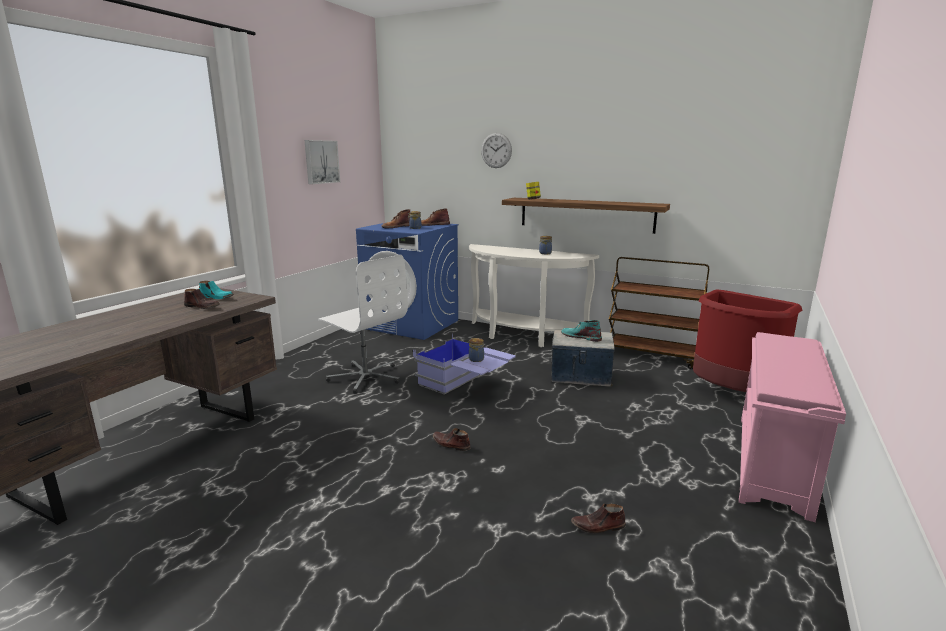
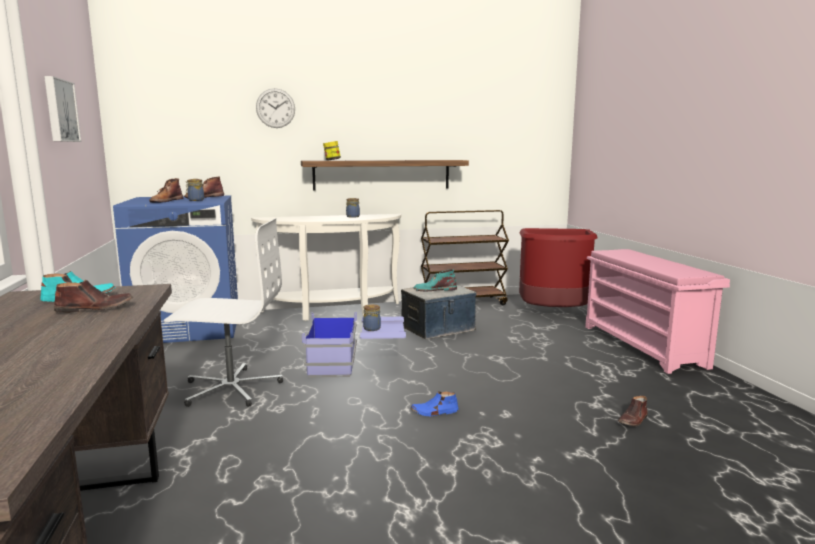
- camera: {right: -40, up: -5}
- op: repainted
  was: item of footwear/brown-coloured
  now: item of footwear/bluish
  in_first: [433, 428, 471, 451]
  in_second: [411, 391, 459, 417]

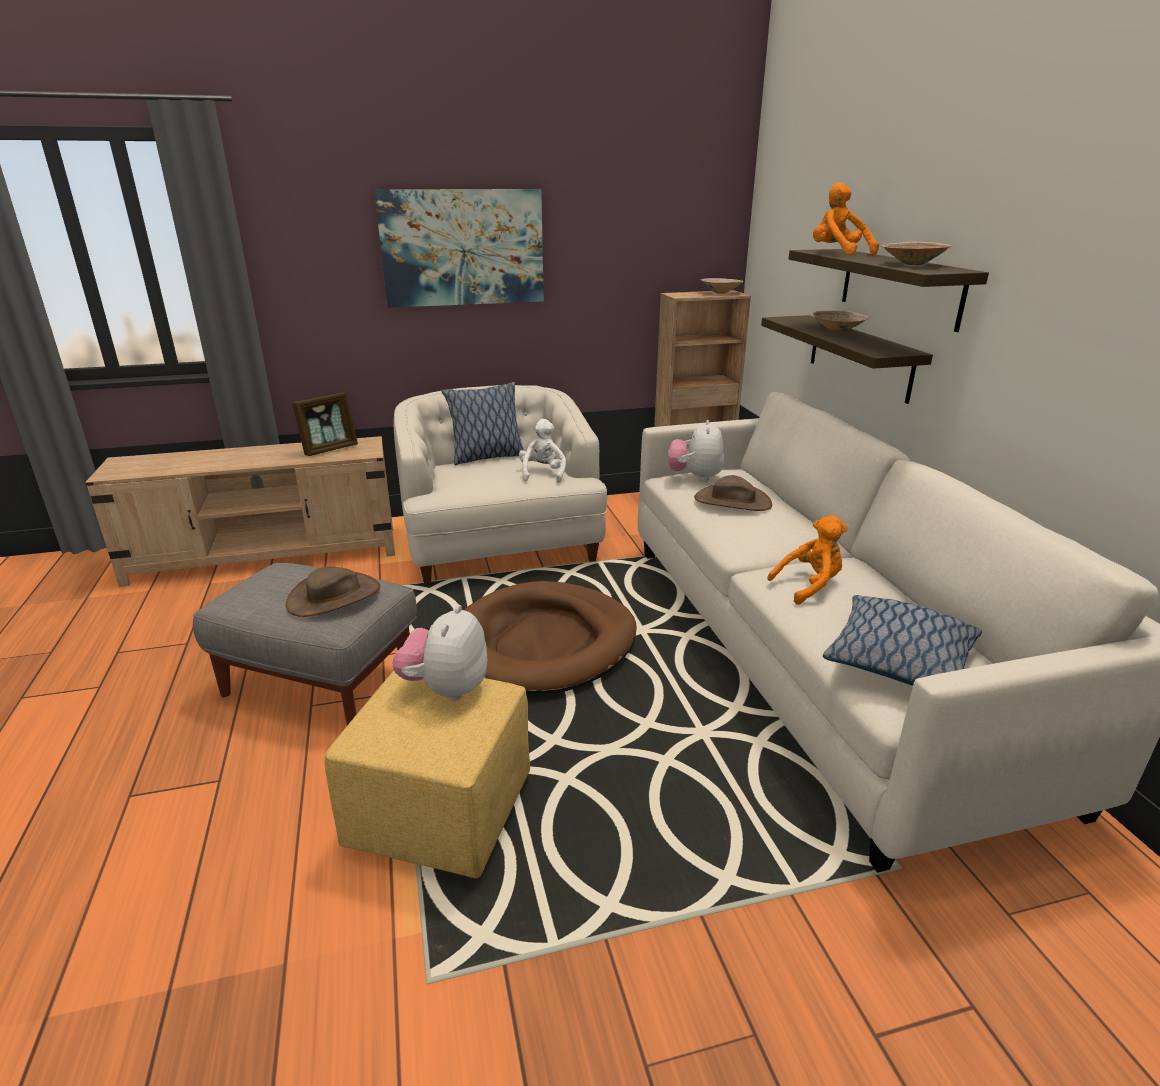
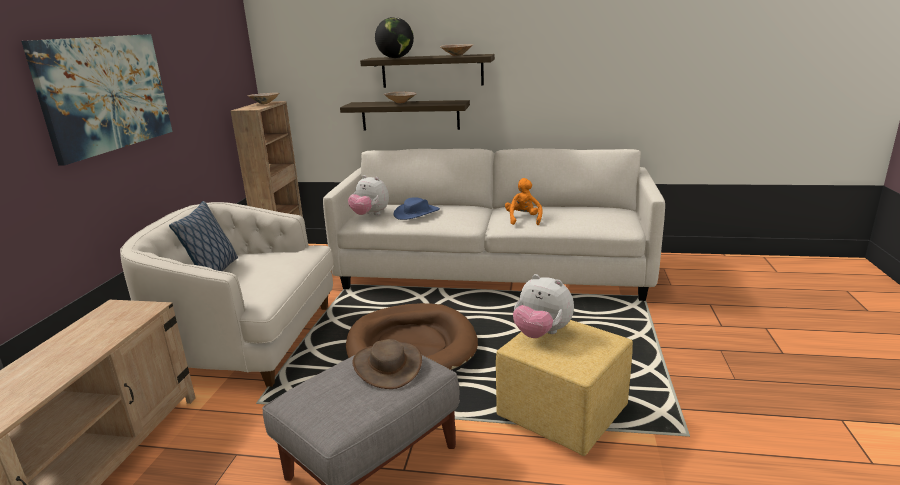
- camera: {right: -65, up: -5}
- op: gone
  was: picture frame
  in_first: [292, 392, 358, 456]
- op: gone
  was: cuddly toy/white-coloured
  in_first: [519, 419, 566, 483]
- op: gone
  was: pillow
  in_first: [823, 595, 982, 686]
- op: swapped
  was: cuddly toy/orange
  now: desk globe
  in_first: [813, 182, 879, 255]
  in_second: [375, 17, 414, 58]
- op: repainted
  was: hat/brown-coloured
  now: hat/bluish
  in_first: [694, 475, 772, 511]
  in_second: [394, 197, 440, 220]

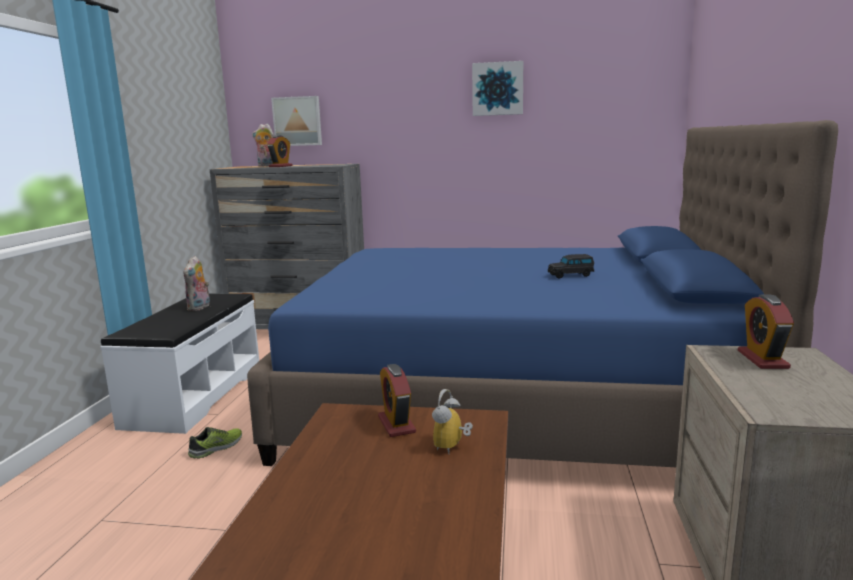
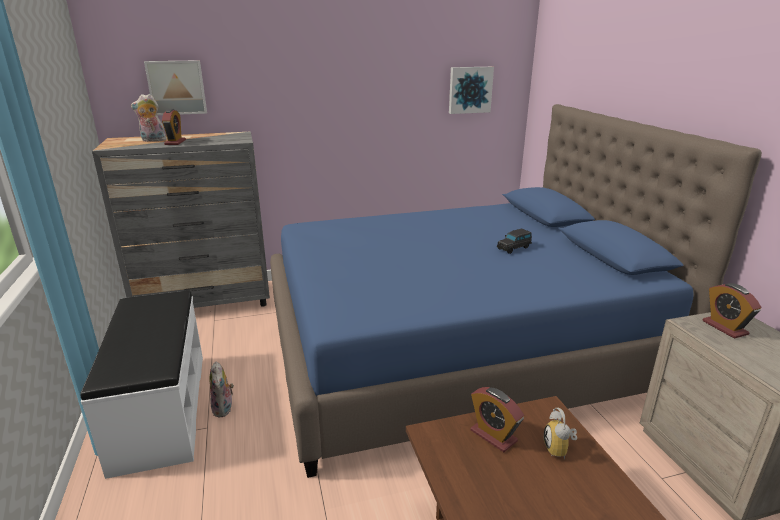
- camera: {right: -25, up: 10}
- op: gone
  was: item of footwear
  in_first: [188, 427, 242, 459]
- op: shifted
  was: cuddly toy
  in_first: [184, 256, 210, 311]
  in_second: [209, 361, 234, 417]
- op: shifted
  was: picture
  in_first: [472, 61, 523, 116]
  in_second: [449, 67, 494, 114]

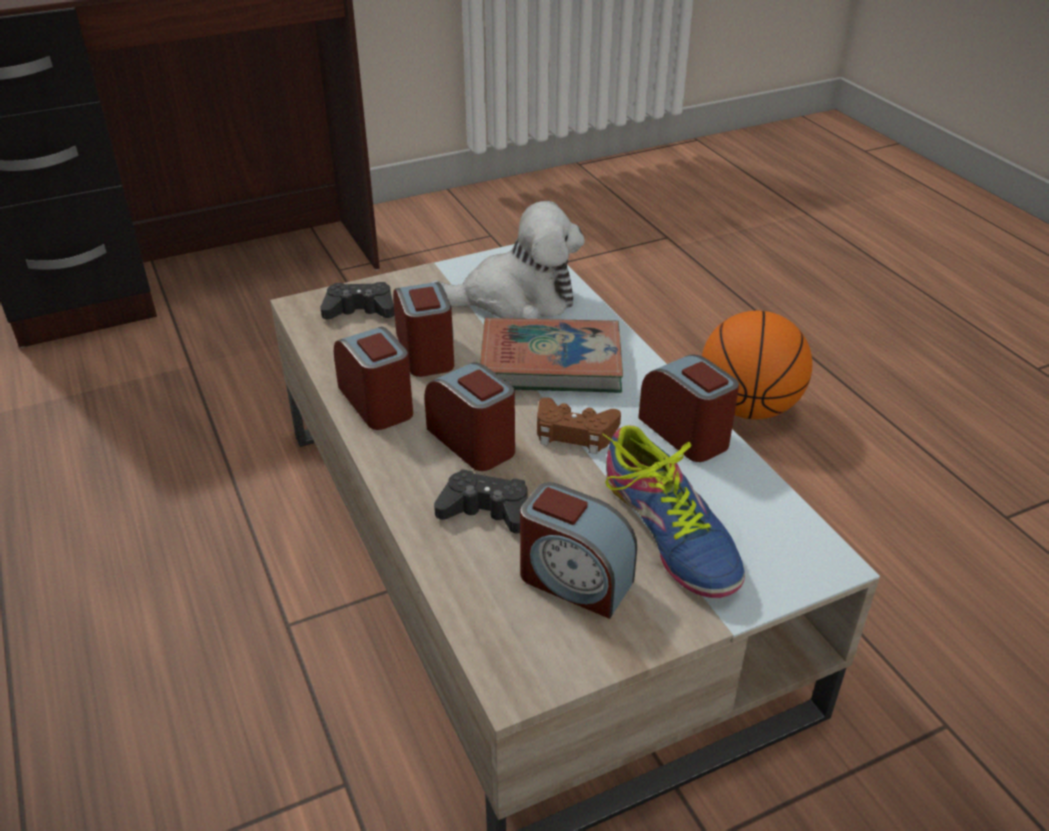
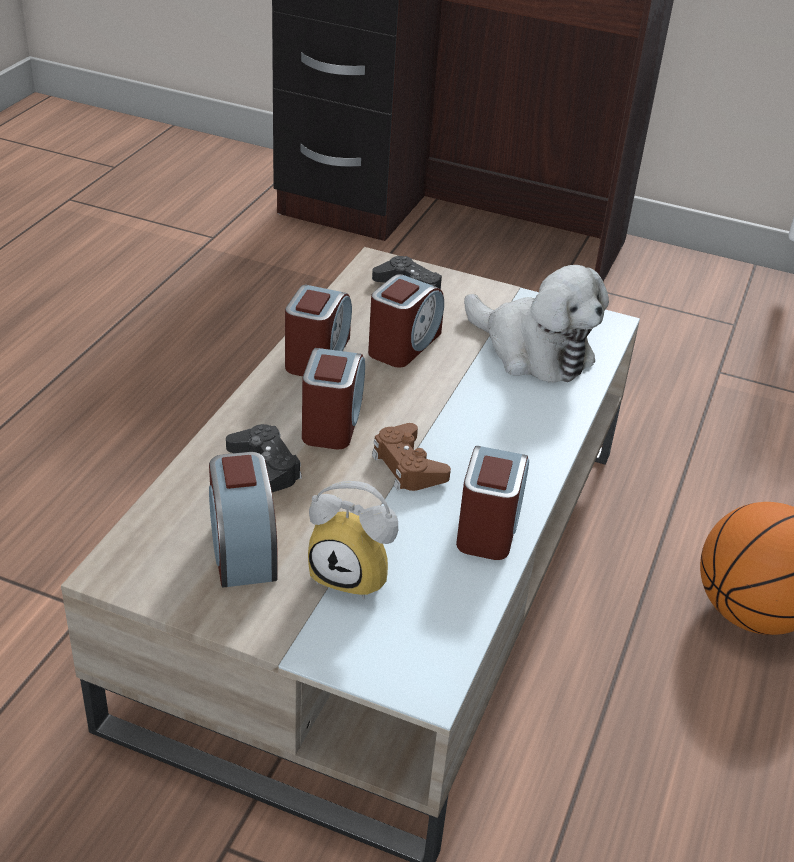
- camera: {right: 45, up: 0}
- op: gone
  was: book
  in_first: [480, 318, 623, 393]
- op: swapped
  was: item of footwear
  now: table clock
  in_first: [602, 425, 745, 598]
  in_second: [308, 481, 398, 600]

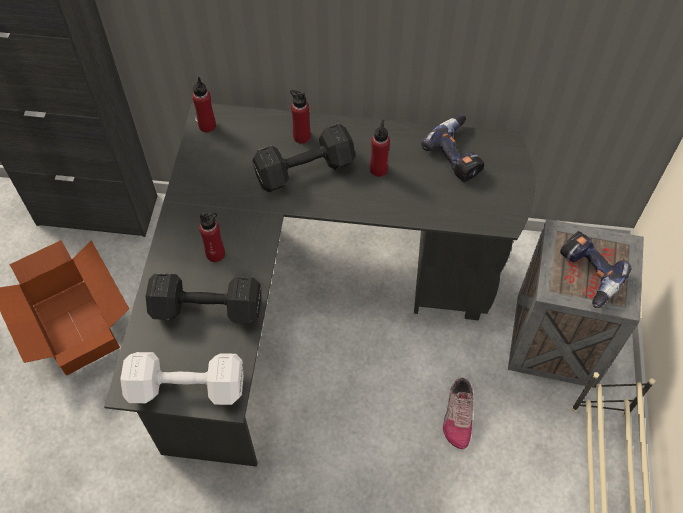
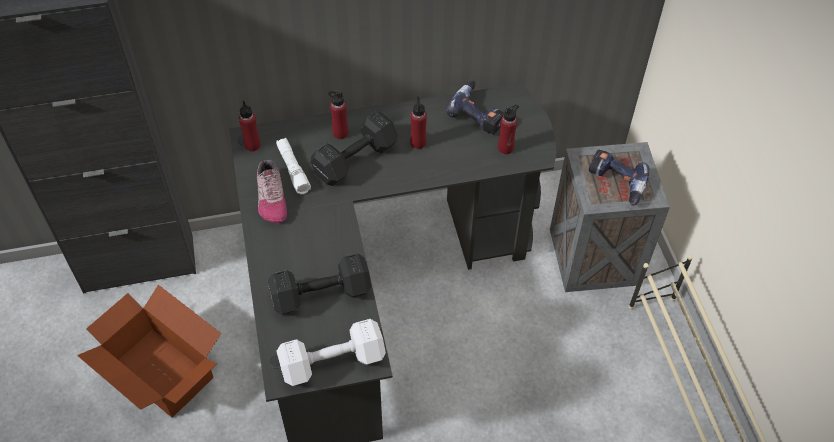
- camera: {right: -20, up: -5}
- op: new
  now: hand torch/white-coloured
  in_second: [276, 138, 311, 194]
- op: shifted
  was: bottle/red-coloured
  in_first: [199, 212, 225, 262]
  in_second: [498, 105, 519, 155]
- op: shifted
  was: item of footwear
  in_first: [443, 378, 474, 449]
  in_second: [257, 160, 287, 223]

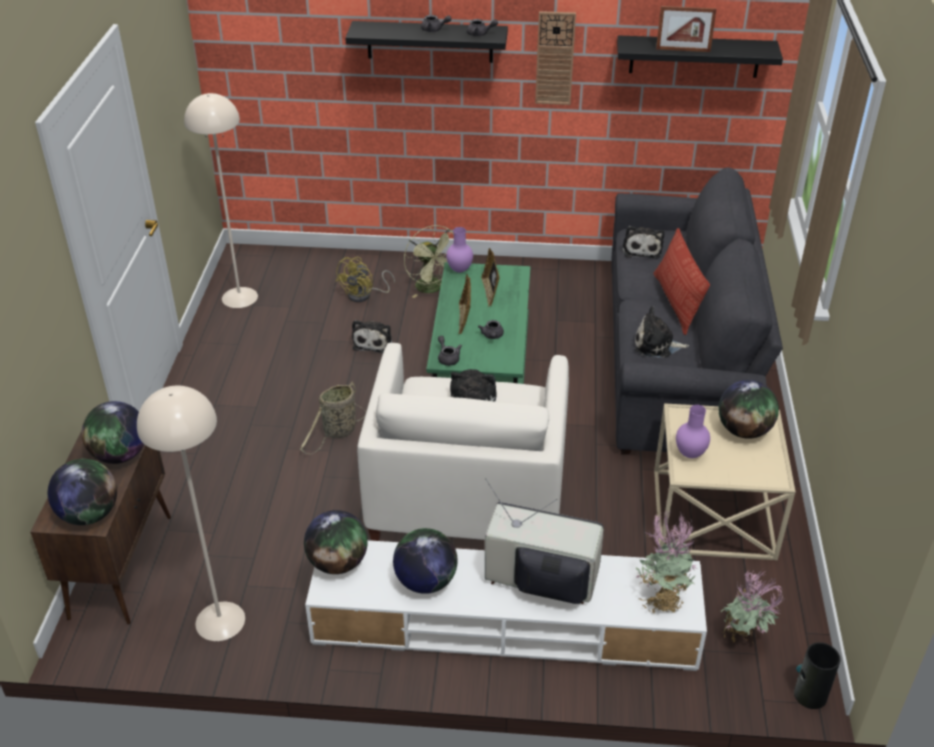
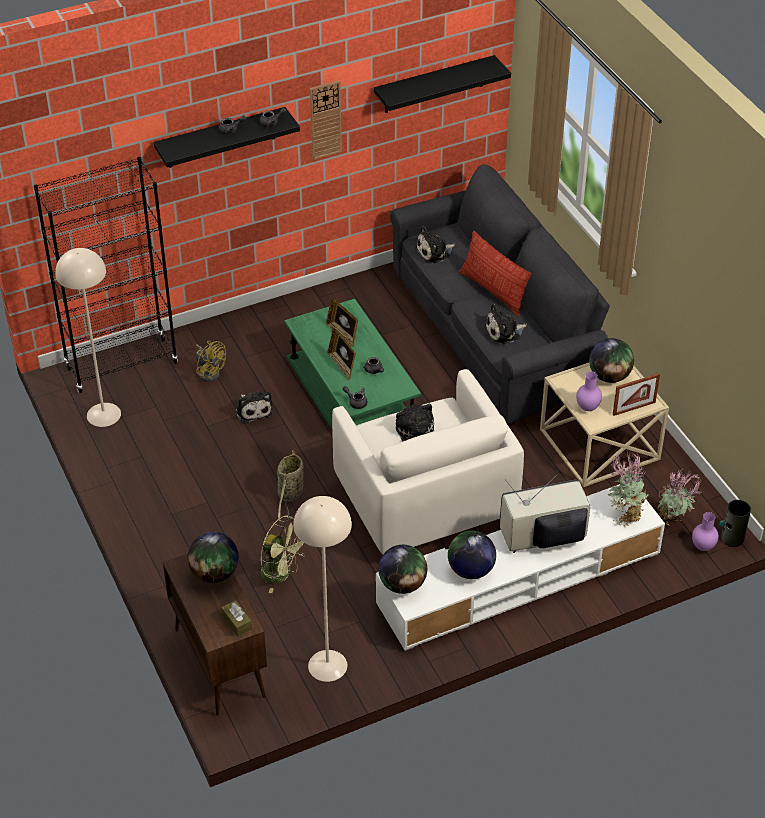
- camera: {right: -30, up: 5}
- op: new
  now: bookcase/blackish
  in_second: [34, 157, 178, 393]
- op: shifted
  was: electric fan/green-coloured
  in_first: [404, 225, 454, 298]
  in_second: [259, 515, 305, 593]
- op: shifted
  was: flower vase/purple-coloured
  in_first: [446, 227, 473, 272]
  in_second: [692, 512, 719, 551]
- op: shifted
  was: picture frame
  in_first: [656, 6, 717, 52]
  in_second: [613, 373, 660, 416]
- op: swapped
  was: desk globe
  now: box of tissues/brown-coloured
  in_first: [48, 459, 117, 525]
  in_second: [221, 600, 252, 636]
- op: rotated
  was: electric fan/yellowish
  in_first: [335, 257, 395, 302]
  in_second: [196, 341, 226, 382]
  clockwise: -45
- op: rotated
  was: cuddly toy
  in_first: [622, 226, 664, 259]
  in_second: [415, 226, 455, 264]
  clockwise: 90

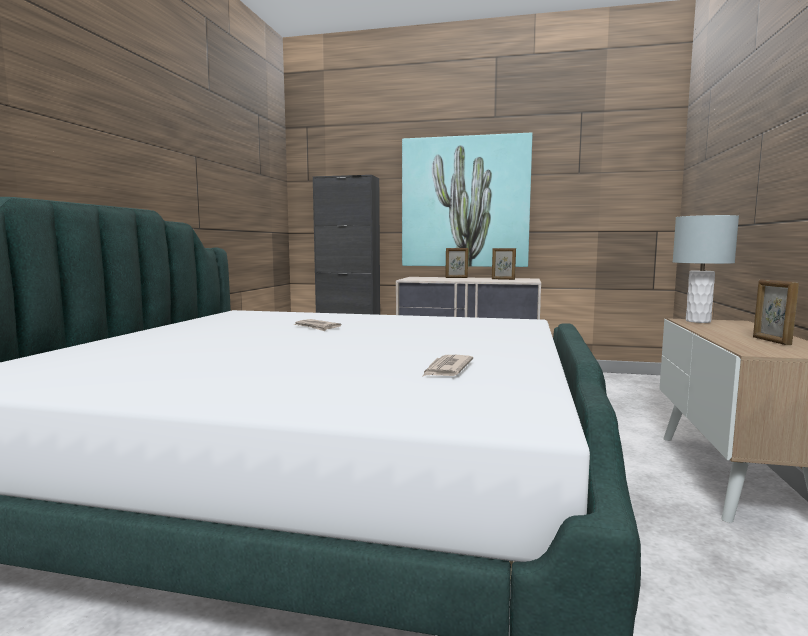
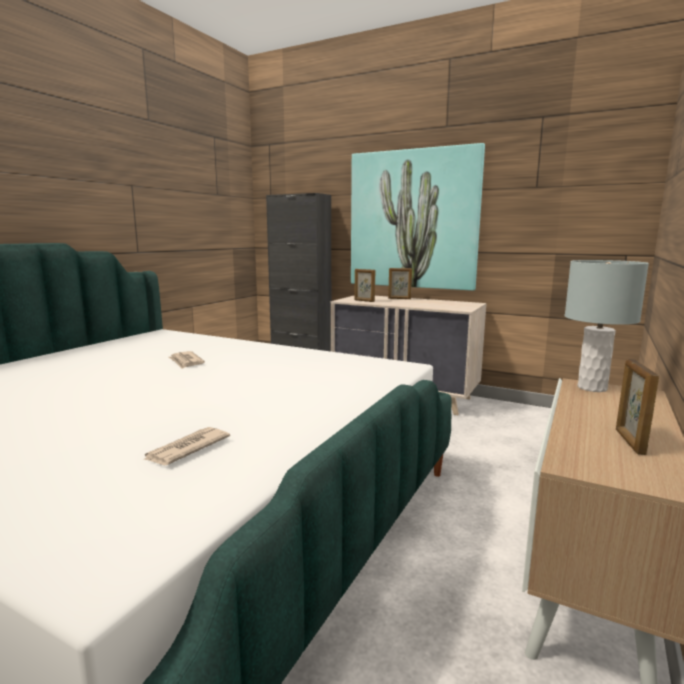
- camera: {right: 15, up: 5}
- op: shifted
  was: picture frame
  in_first: [492, 248, 516, 280]
  in_second: [354, 269, 375, 302]

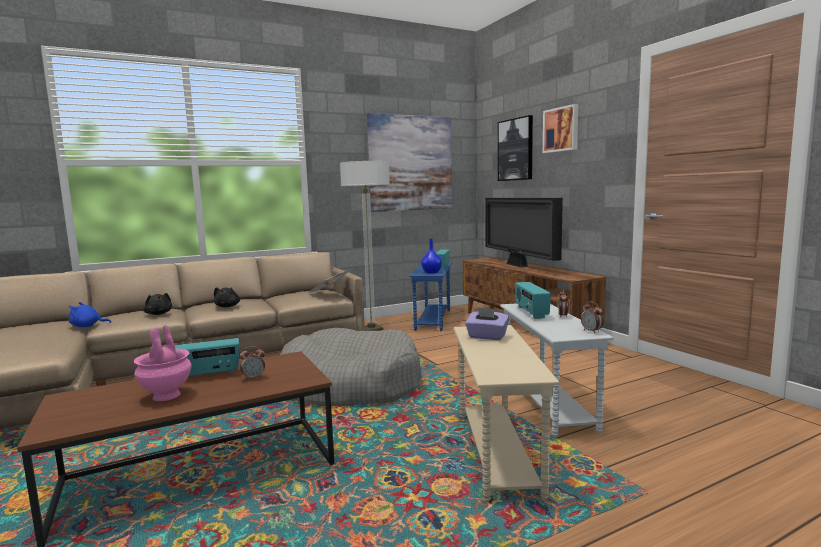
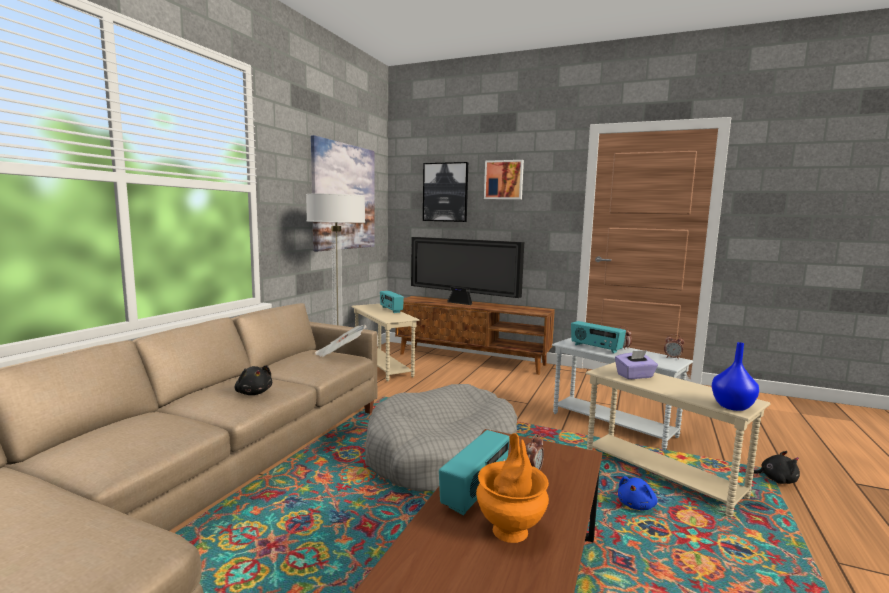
- camera: {right: -40, up: 0}
- op: shifted
  was: cuddly toy/bluish
  in_first: [69, 302, 111, 327]
  in_second: [618, 476, 657, 510]
- op: shifted
  was: cuddly toy/blackish
  in_first: [144, 293, 172, 315]
  in_second: [754, 451, 800, 484]
- op: shifted
  was: flower vase/bluish
  in_first: [421, 239, 442, 274]
  in_second: [712, 342, 759, 411]
- op: repainted
  was: flower vase/pink
  now: flower vase/orange
  in_first: [134, 325, 192, 401]
  in_second: [476, 433, 549, 543]
- op: repainted
  was: end table/bluish
  now: end table/sand-coloured
  in_first: [409, 262, 452, 331]
  in_second: [351, 304, 420, 382]

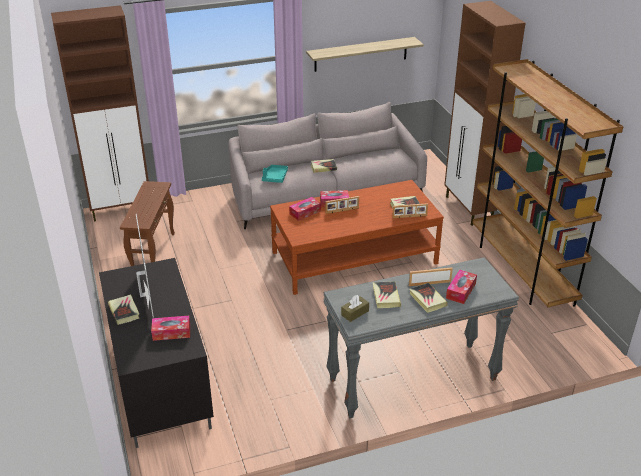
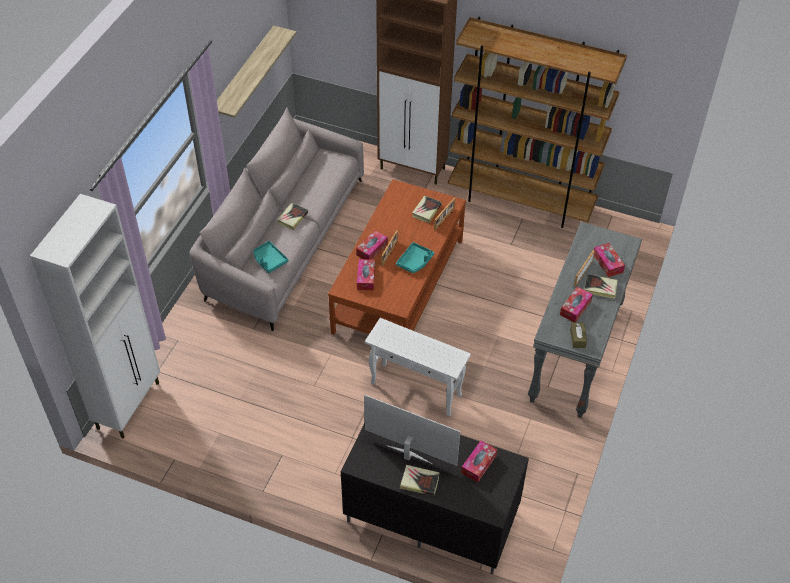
- camera: {right: -50, up: 15}
- op: gone
  was: end table/brown-coloured
  in_first: [120, 181, 175, 266]
- op: new
  now: end table/white-coloured
  in_second: [365, 318, 471, 416]
- op: new
  now: serving tray/turquoise
  in_second: [396, 242, 434, 273]
- op: swapped
  was: book
  now: box of tissues
  in_first: [373, 281, 401, 308]
  in_second: [560, 287, 593, 323]
- op: repainted
  was: storage cabinet/brown-coloured
  now: storage cabinet/white-coloured
  in_first: [51, 5, 149, 221]
  in_second: [30, 194, 160, 439]

